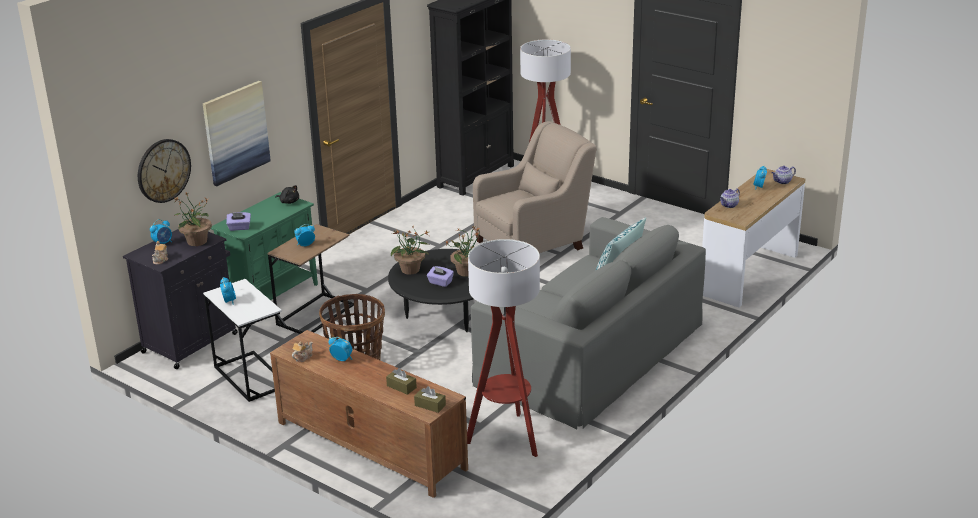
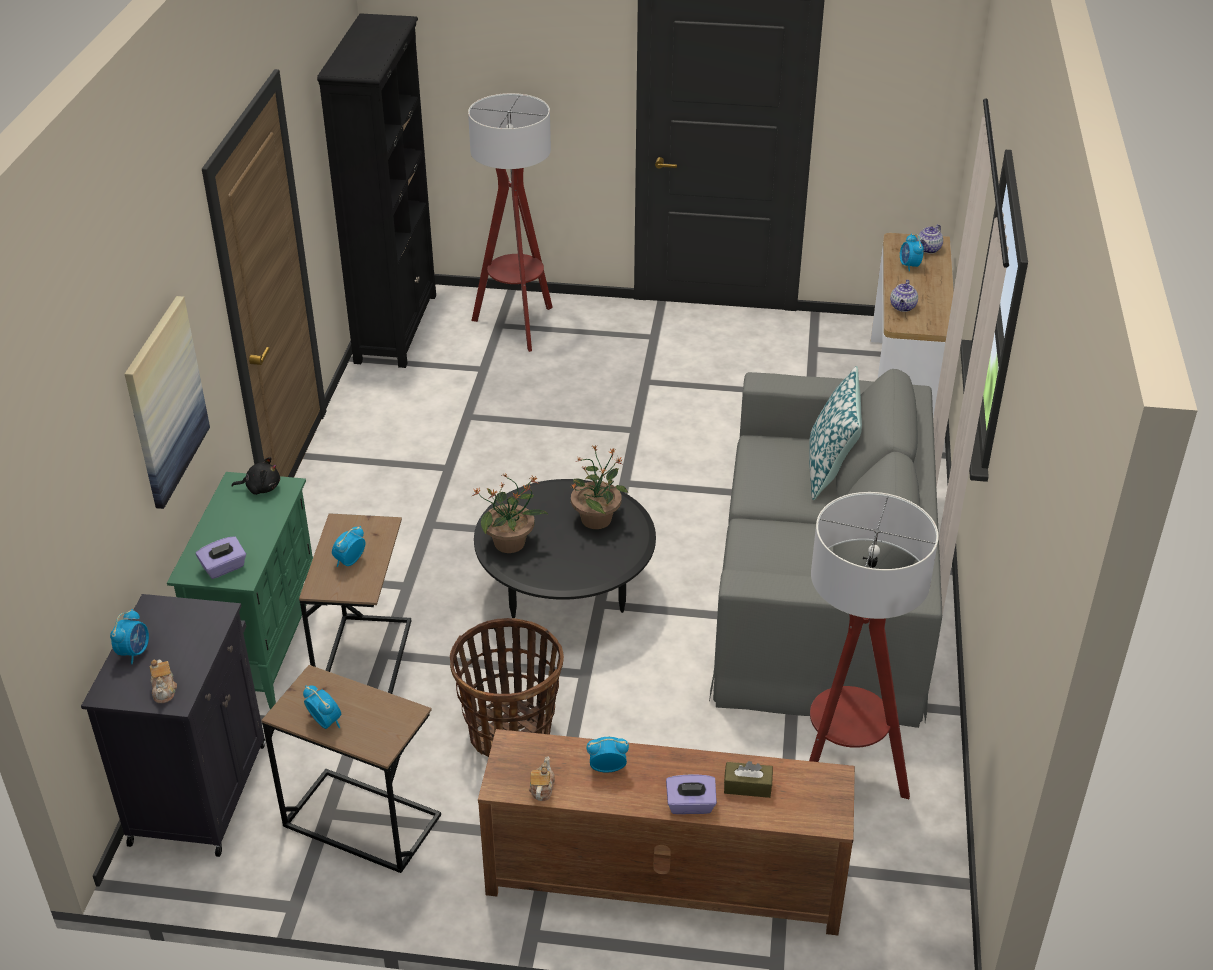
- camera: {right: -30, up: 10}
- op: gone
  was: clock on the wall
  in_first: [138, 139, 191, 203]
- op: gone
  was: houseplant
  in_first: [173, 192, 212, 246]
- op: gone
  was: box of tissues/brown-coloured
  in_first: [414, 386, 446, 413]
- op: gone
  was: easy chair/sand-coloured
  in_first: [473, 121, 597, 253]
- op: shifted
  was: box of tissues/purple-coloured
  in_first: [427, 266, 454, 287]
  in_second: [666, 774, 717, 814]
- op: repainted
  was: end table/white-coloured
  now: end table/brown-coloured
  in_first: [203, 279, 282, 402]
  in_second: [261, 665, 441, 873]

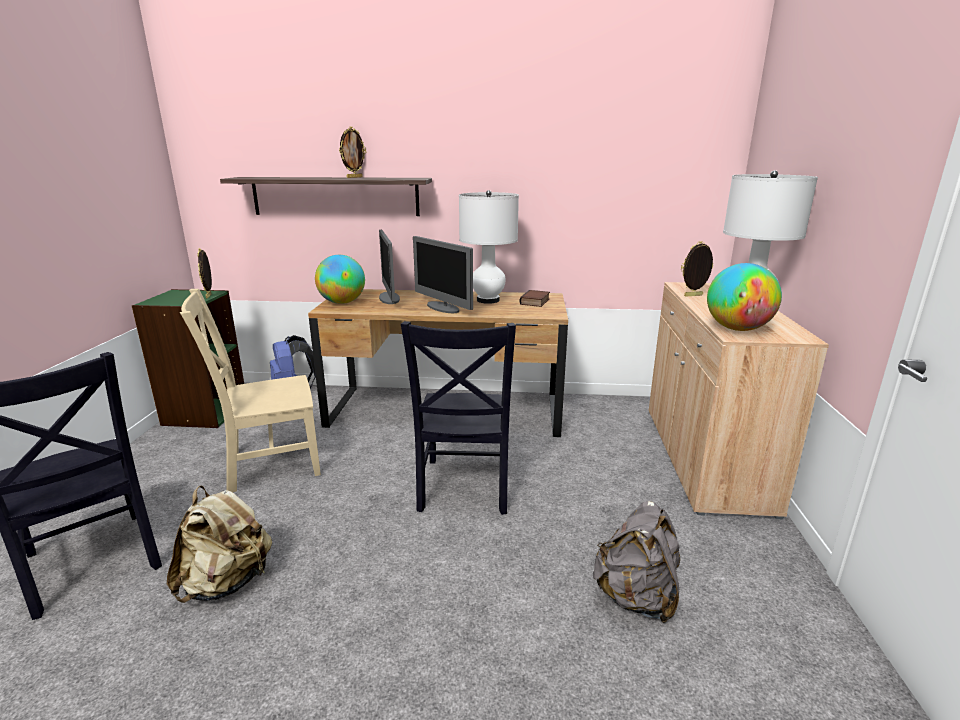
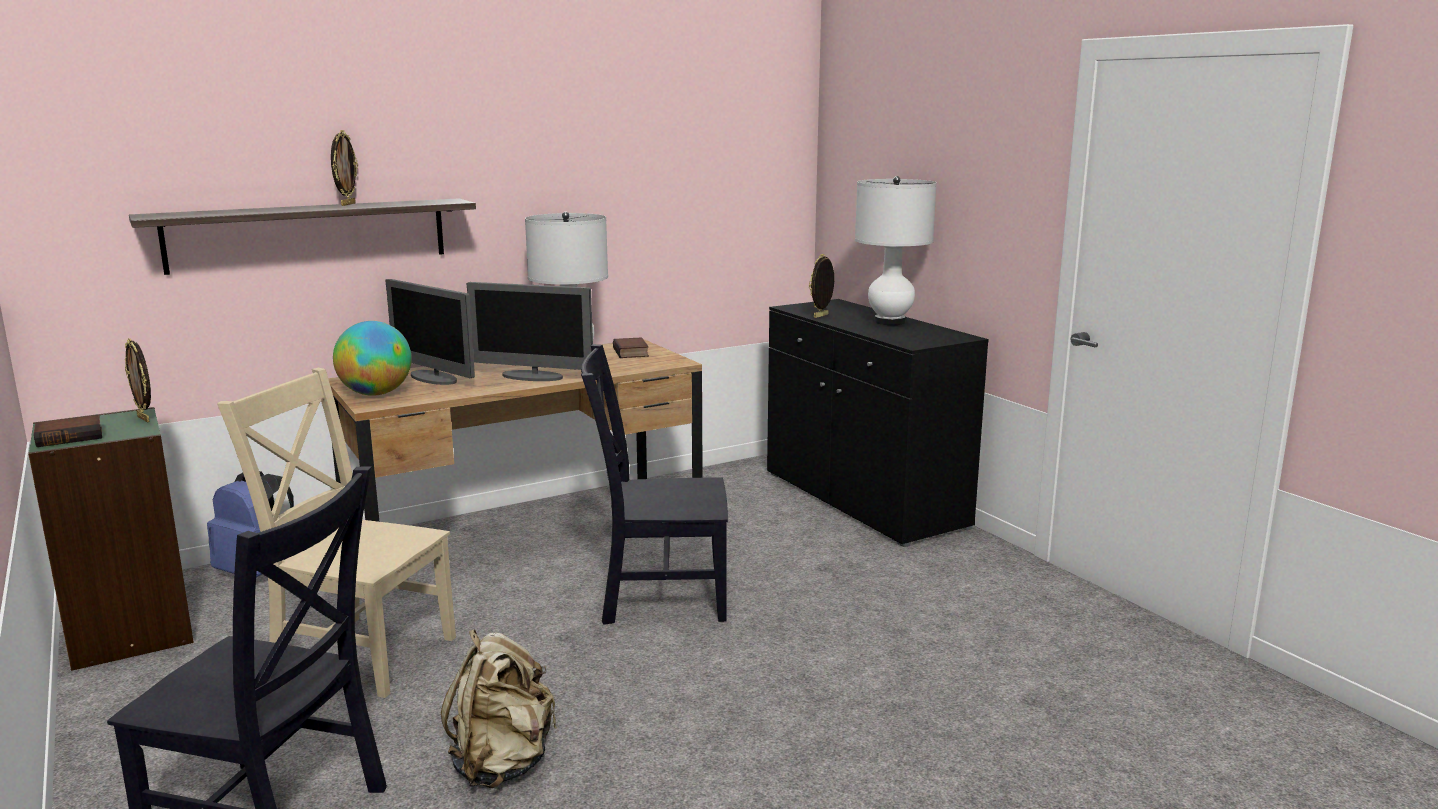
- camera: {right: -35, up: -5}
- op: gone
  was: knapsack/greyish
  in_first: [593, 501, 680, 623]
- op: gone
  was: desk globe
  in_first: [707, 263, 782, 331]
- op: new
  now: book
  in_second: [34, 415, 102, 447]
- op: repainted
  was: storage cabinet/sand-coloured
  now: storage cabinet/blackish
  in_first: [649, 282, 829, 519]
  in_second: [767, 299, 989, 547]
- op: rotated
  was: plain chair/sand-coloured
  in_first: [180, 289, 321, 492]
  in_second: [217, 368, 456, 698]
  clockwise: 75
- op: rotated
  was: plain chair/blackish
  in_first: [401, 321, 516, 515]
  in_second: [581, 344, 728, 625]
  clockwise: 120

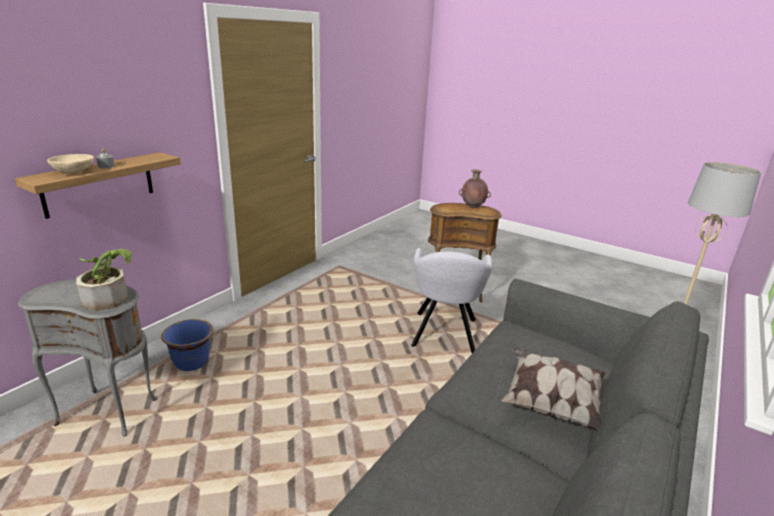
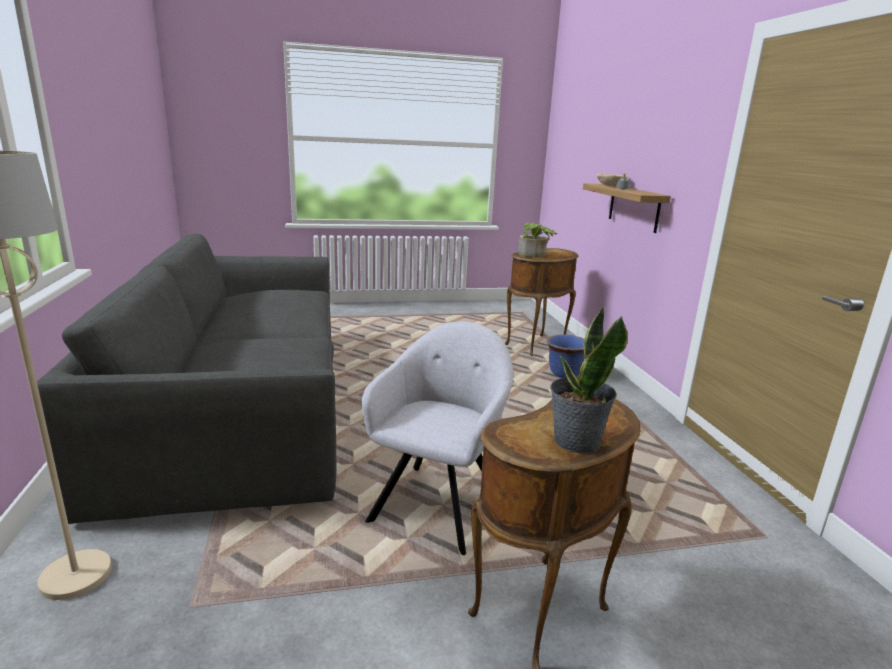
- camera: {right: 135, up: -5}
- op: gone
  was: pillow
  in_first: [501, 348, 606, 430]
- op: swapped
  was: flower vase/brown-coloured
  now: houseplant
  in_first: [459, 169, 491, 208]
  in_second: [550, 307, 627, 453]
- op: repainted
  was: end table/greyish
  now: end table/brown-coloured
  in_first: [18, 279, 157, 437]
  in_second: [505, 248, 578, 356]
- op: rotated
  was: easy chair/greyish
  in_first: [411, 248, 492, 353]
  in_second: [361, 322, 513, 555]
  clockwise: 60

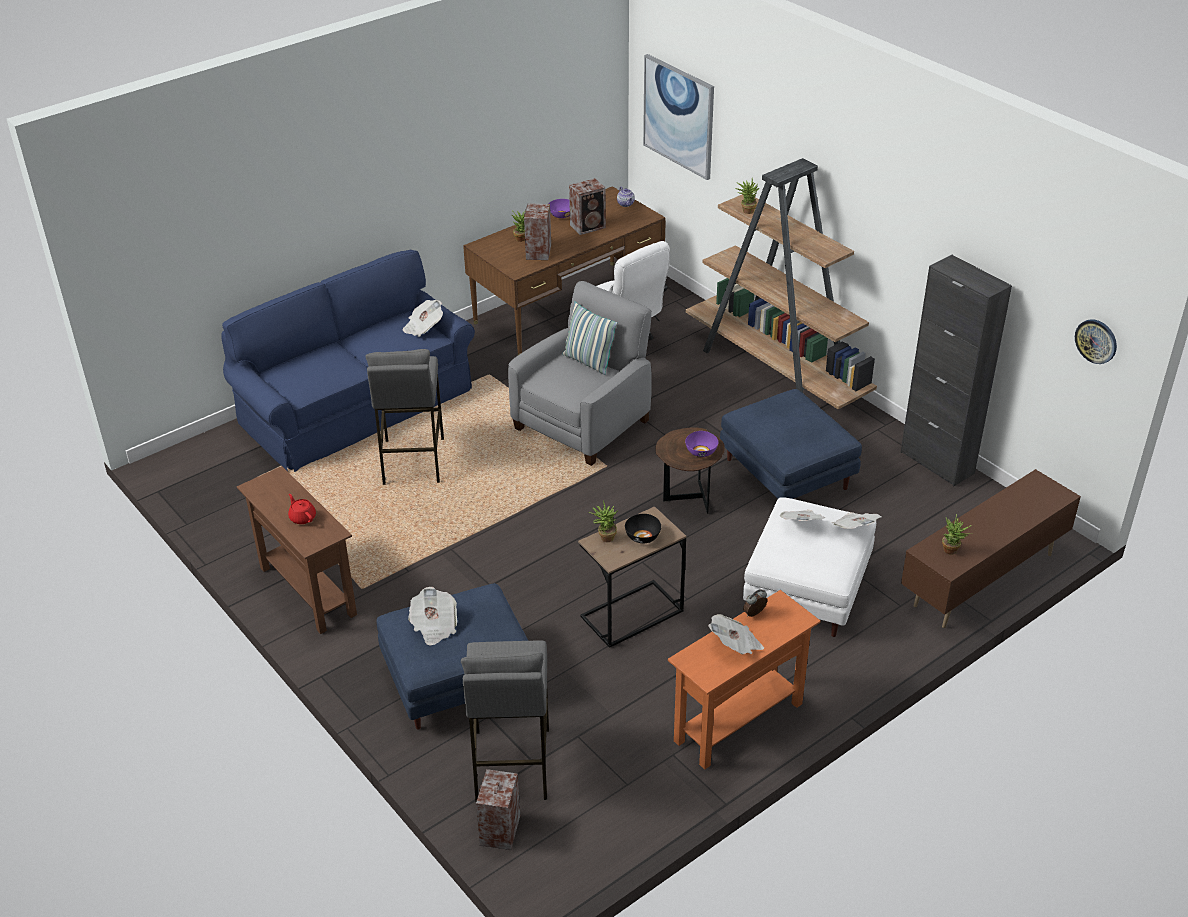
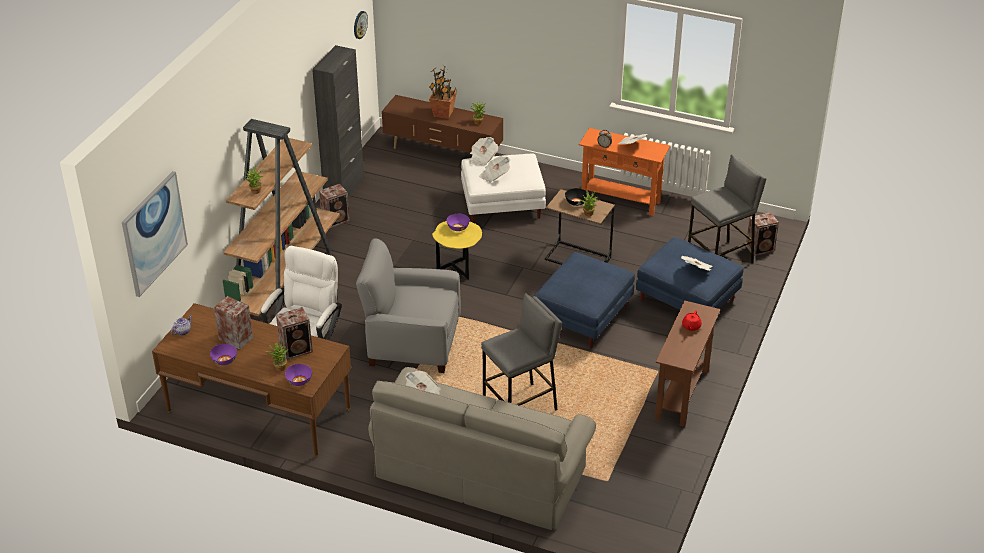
- camera: {right: -120, up: 0}
- op: gone
  was: pillow
  in_first: [562, 301, 618, 375]
- op: new
  now: deep dish/purple-coloured
  in_second: [285, 364, 312, 386]
- op: new
  now: loudspeaker
  in_second: [319, 184, 350, 228]
- op: new
  now: houseplant
  in_second: [429, 65, 457, 119]
- op: shifted
  was: pouffe/bluish
  in_first: [720, 389, 862, 499]
  in_second: [535, 252, 635, 348]
- op: repainted
  was: sofa/bluish
  now: sofa/greyish
  in_first: [221, 250, 475, 472]
  in_second: [368, 367, 596, 531]
- op: repainted
  was: end table/brown-coloured
  now: end table/yellowish
  in_first: [655, 427, 725, 514]
  in_second: [432, 221, 482, 280]

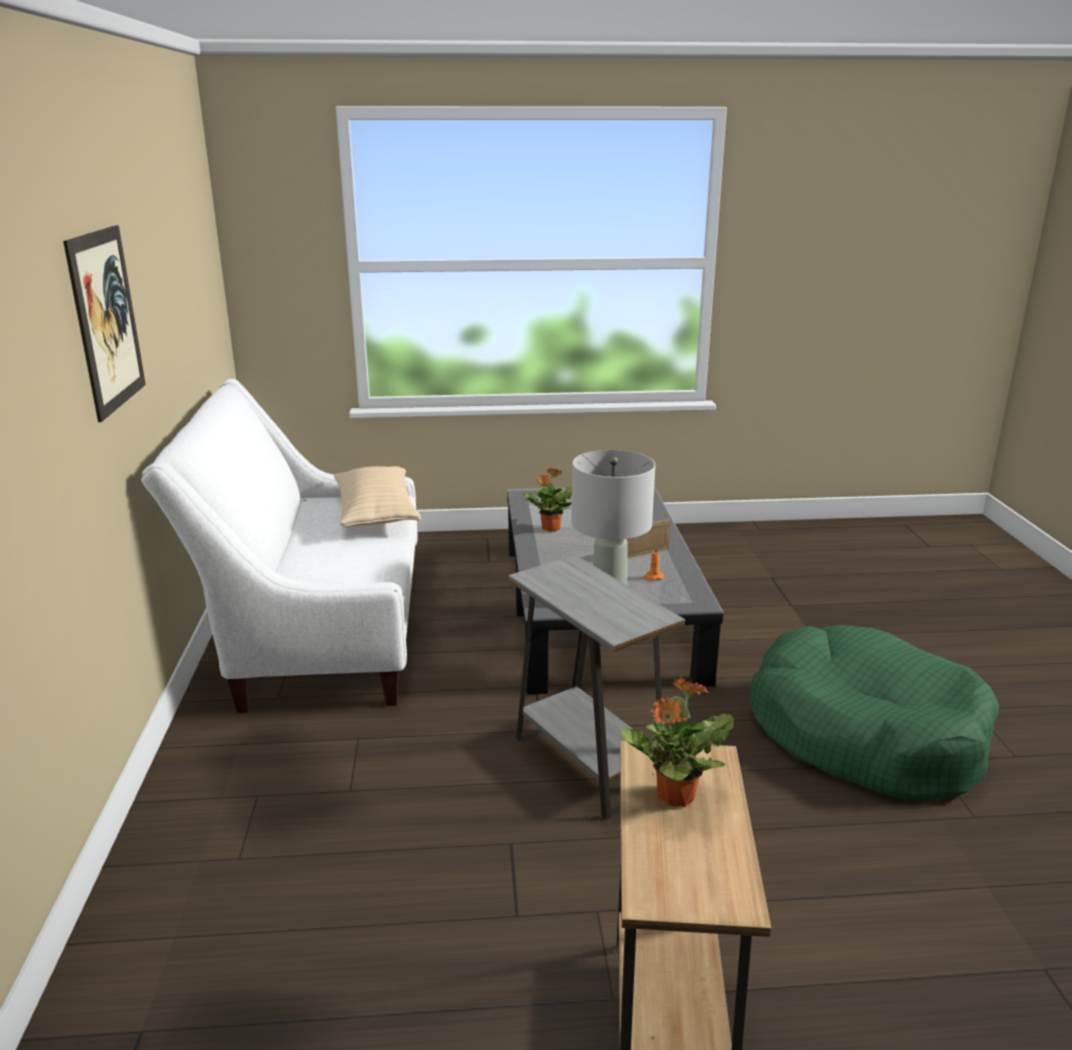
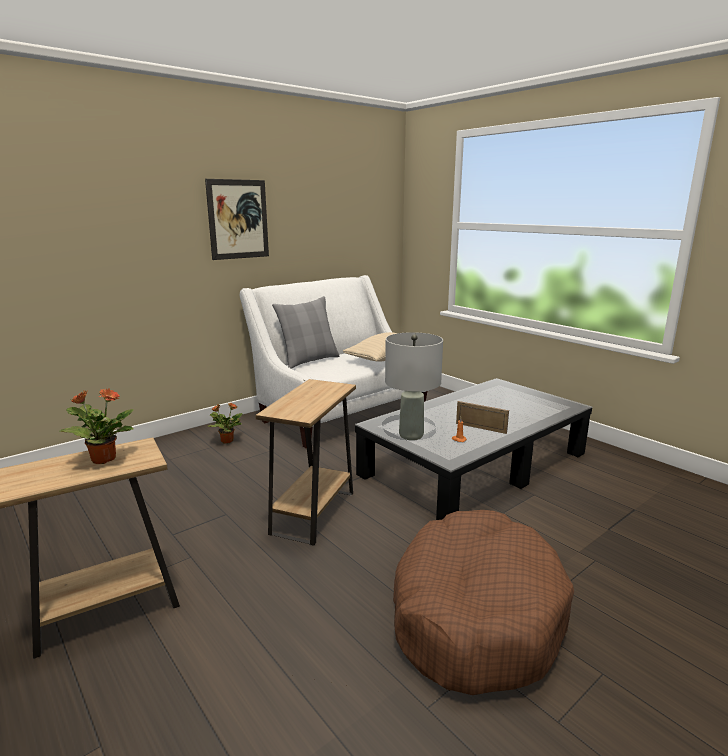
- camera: {right: 55, up: -5}
- op: new
  now: pillow/greyish
  in_second: [272, 296, 339, 369]
- op: shifted
  was: houseplant
  in_first: [523, 467, 572, 532]
  in_second: [208, 402, 242, 444]
- op: repainted
  was: end table/greyish
  now: end table/brown-coloured
  in_first: [508, 555, 685, 820]
  in_second: [255, 379, 356, 546]
- op: repainted
  was: pet bed/green-coloured
  now: pet bed/brown-coloured
  in_first: [751, 625, 999, 802]
  in_second: [393, 510, 574, 695]

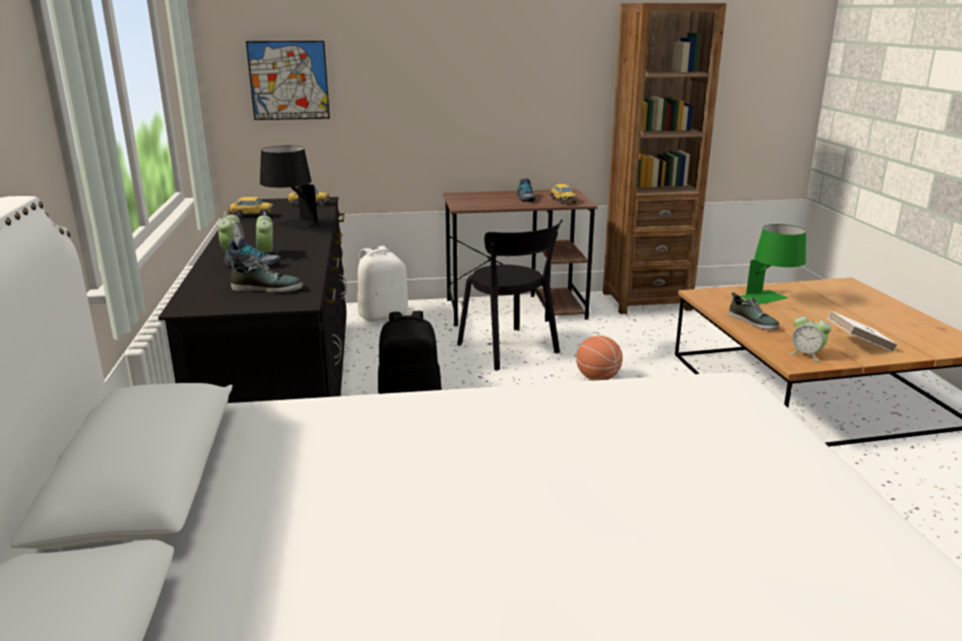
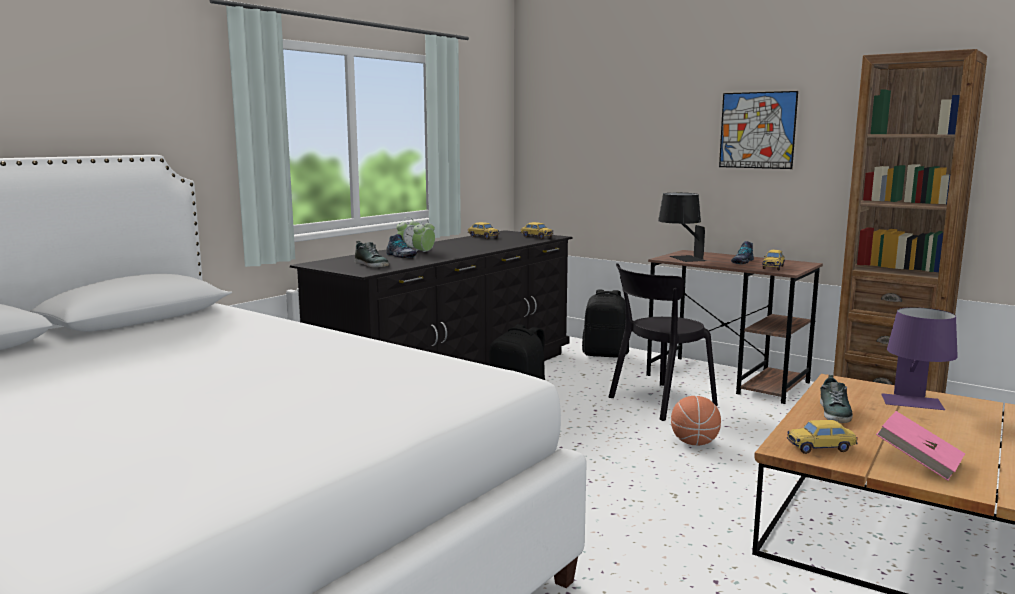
- camera: {right: 45, up: -10}
- op: shifted
  was: picture
  in_first: [246, 41, 330, 120]
  in_second: [719, 91, 798, 169]
- op: shifted
  was: lamp for a table/blackish
  in_first: [260, 146, 323, 230]
  in_second: [658, 193, 706, 262]
- op: swapped
  was: table clock
  now: model car
  in_first: [789, 313, 831, 361]
  in_second: [787, 420, 858, 454]
- op: repainted
  was: knapsack/white-coloured
  now: knapsack/blackish
  in_first: [358, 246, 408, 322]
  in_second: [582, 290, 629, 358]
- op: repainted
  was: lamp for a table/green-coloured
  now: lamp for a table/purple-coloured
  in_first: [740, 224, 806, 304]
  in_second: [881, 307, 958, 410]
- op: repainted
  was: book/white-coloured
  now: book/pink
  in_first: [828, 311, 898, 352]
  in_second: [876, 411, 965, 481]
- op: rotated
  was: plain chair/blackish
  in_first: [457, 219, 563, 371]
  in_second: [609, 263, 718, 421]
  clockwise: 45

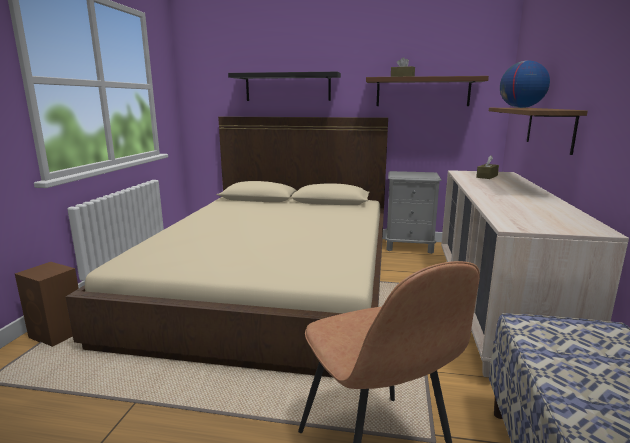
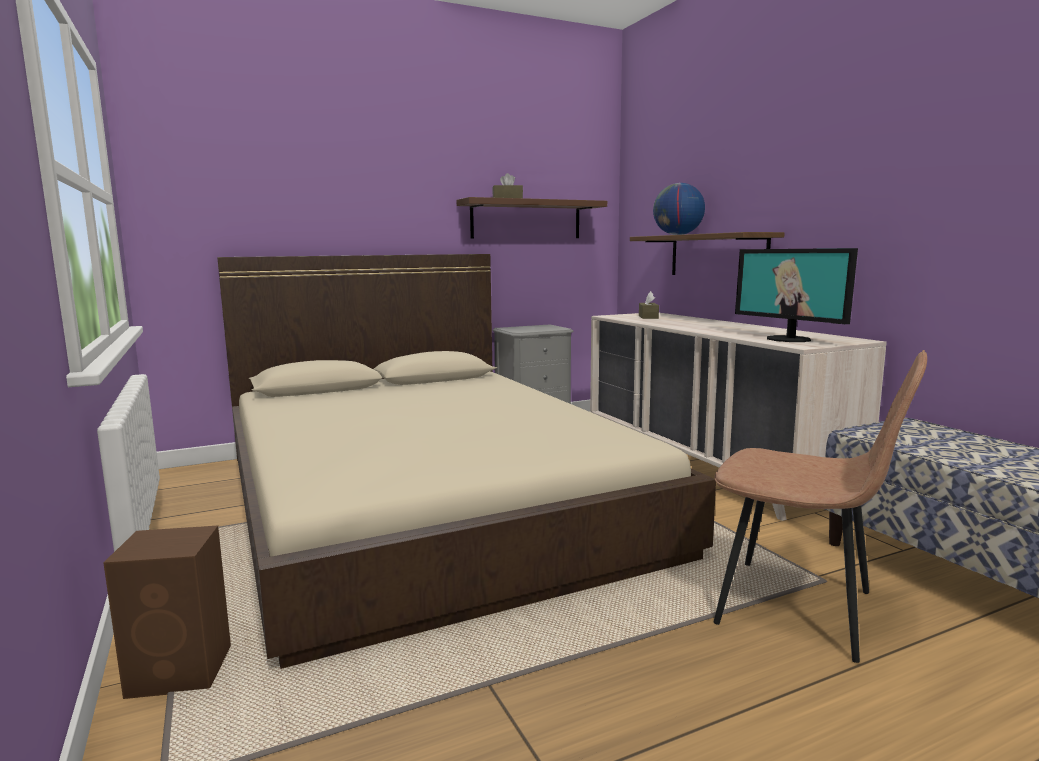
- camera: {right: -35, up: -5}
- op: gone
  was: shelf/blackish
  in_first: [228, 72, 341, 101]
- op: new
  now: computer display
  in_second: [735, 248, 858, 342]

